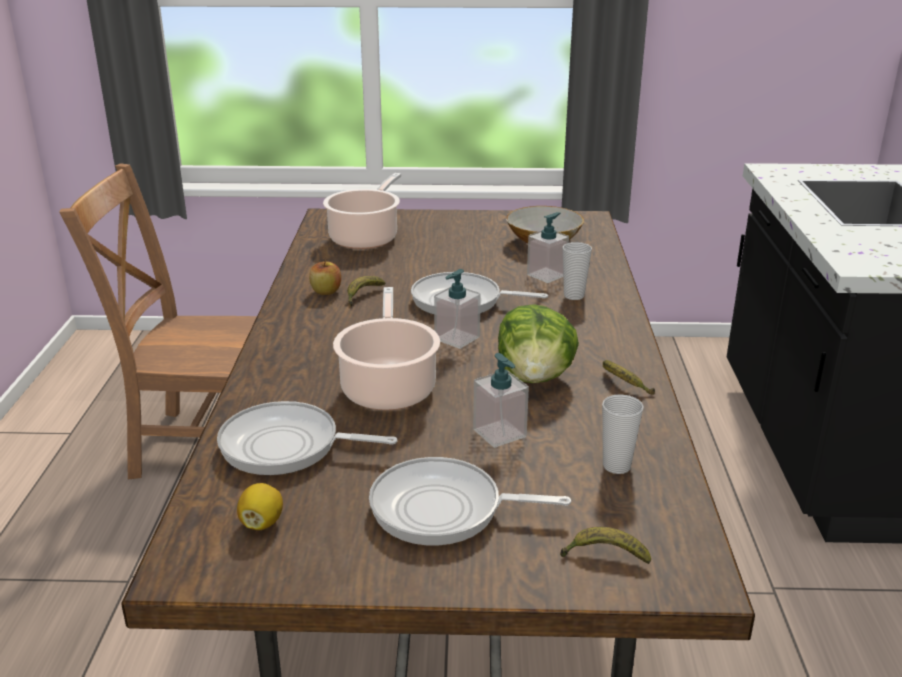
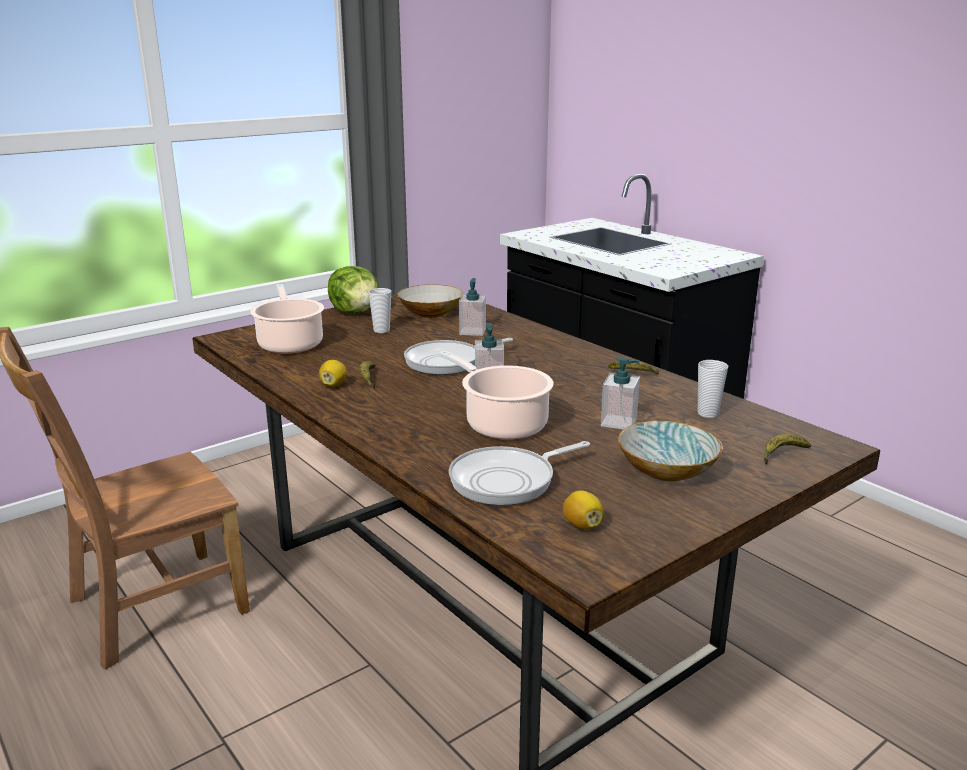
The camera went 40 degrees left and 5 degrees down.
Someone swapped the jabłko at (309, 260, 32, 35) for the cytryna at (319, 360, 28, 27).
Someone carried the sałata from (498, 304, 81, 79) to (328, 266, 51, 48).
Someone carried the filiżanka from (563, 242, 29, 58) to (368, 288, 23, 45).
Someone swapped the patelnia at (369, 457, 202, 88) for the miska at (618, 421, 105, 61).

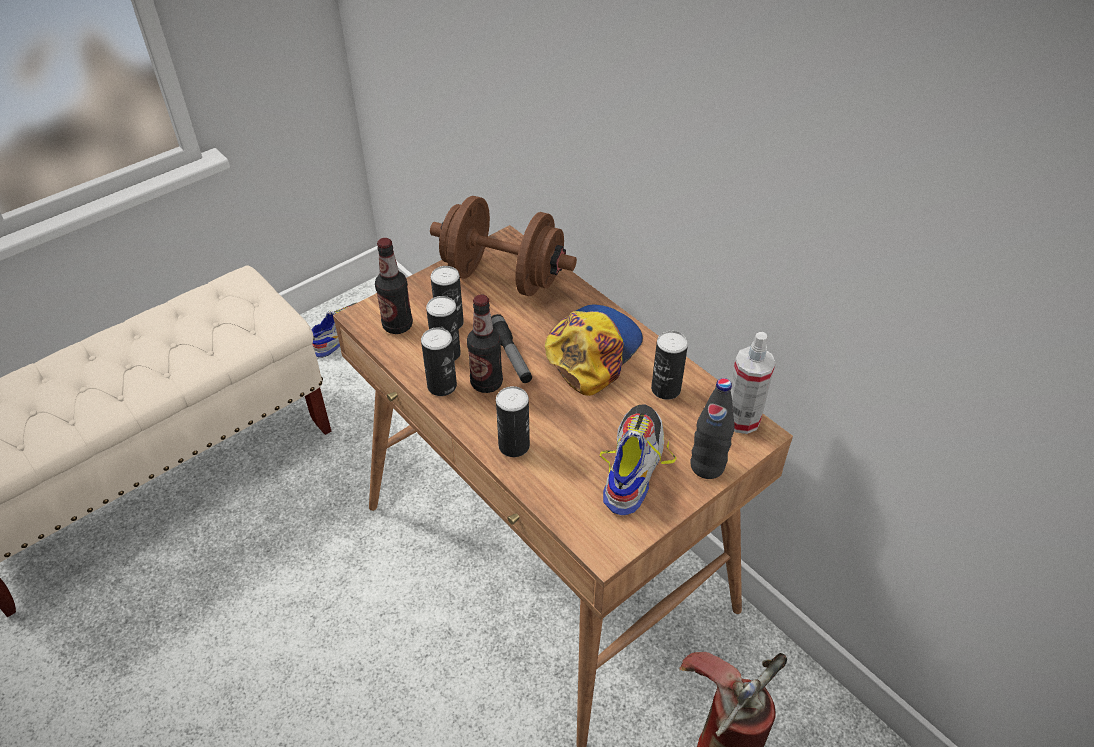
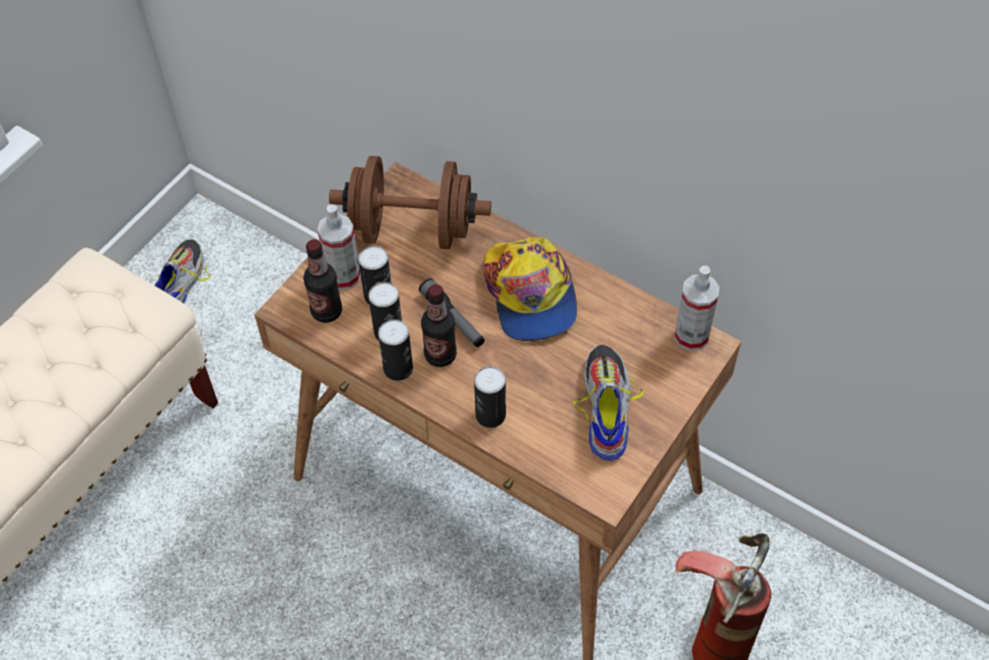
The camera went 15 degrees left and 10 degrees up.
Someone put down the spryskiwacz at (317, 204, 44, 86).
Someone rotated the czapka z daszkiem at (545, 304, 98, 92) by 150 degrees clockwise.
Someone took away the puszka at (651, 331, 37, 69).
Someone took away the butelka/czarny at (690, 378, 45, 101).

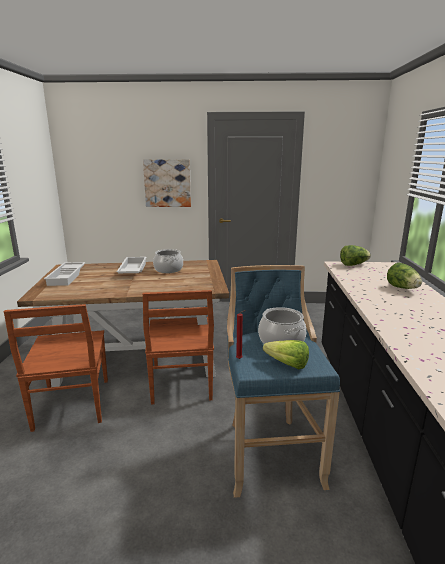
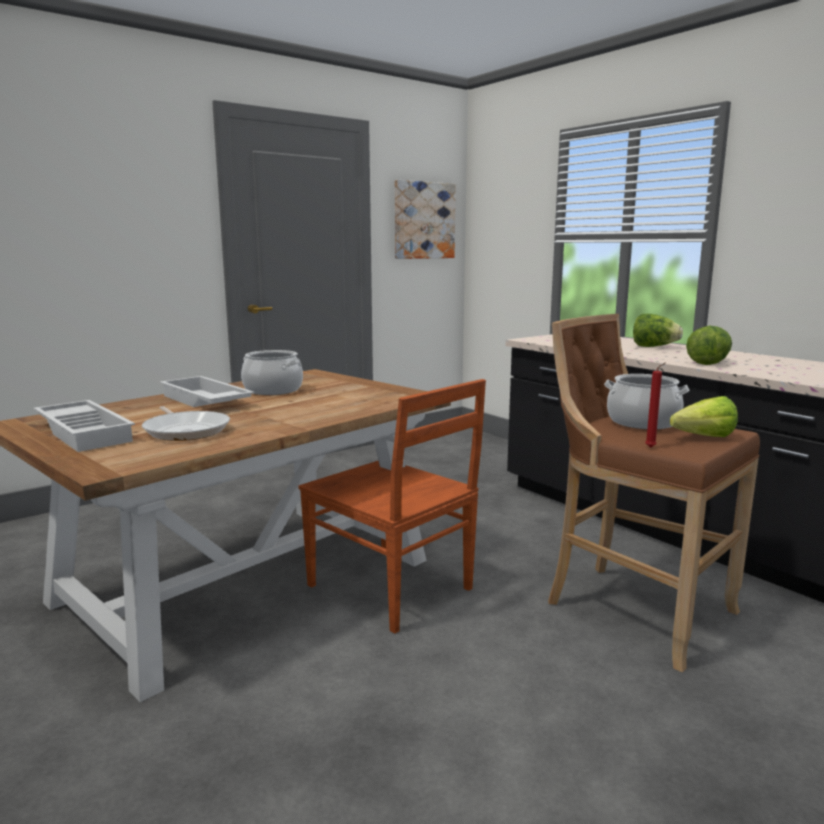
The camera went 40 degrees left and 5 degrees down.
Someone put down the patelnia at (142, 406, 88, 35).
Someone carried the obraz from (143, 159, 48, 48) to (394, 180, 62, 79).
Someone repainted the stołek/niebieski at (227, 265, 113, 233), which became the stołek/brązowy at (548, 314, 212, 358).
Someone carried the sałata from (340, 245, 31, 21) to (686, 326, 46, 39).
Someone took away the krzesło/brązowy at (4, 304, 104, 128).

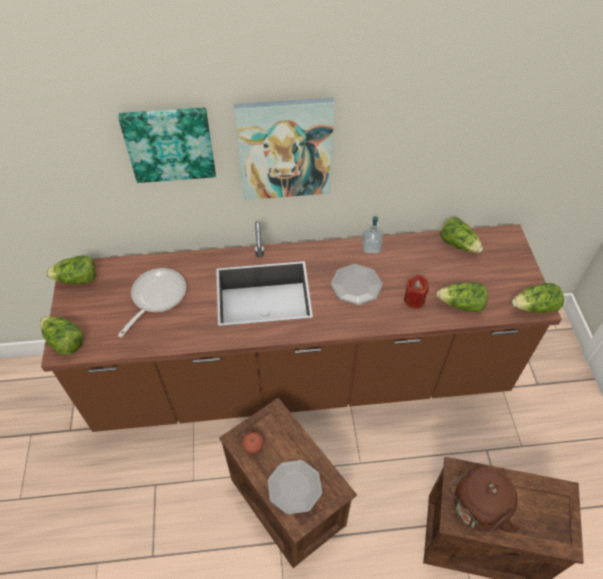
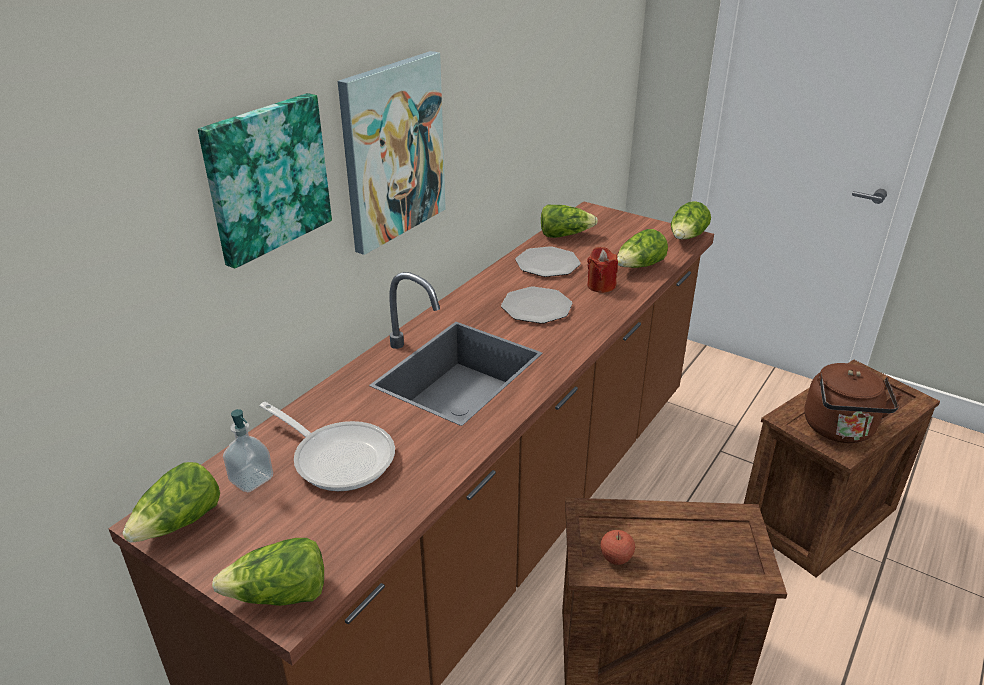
The camera went 50 degrees left and 20 degrees down.
Someone carried the dozownik mydła from (362, 216, 21, 37) to (223, 409, 50, 83).
Someone rotated the patelnia at (118, 268, 68, 69) by 150 degrees clockwise.
Someone carried the talerz from (268, 460, 54, 54) to (515, 246, 66, 31).

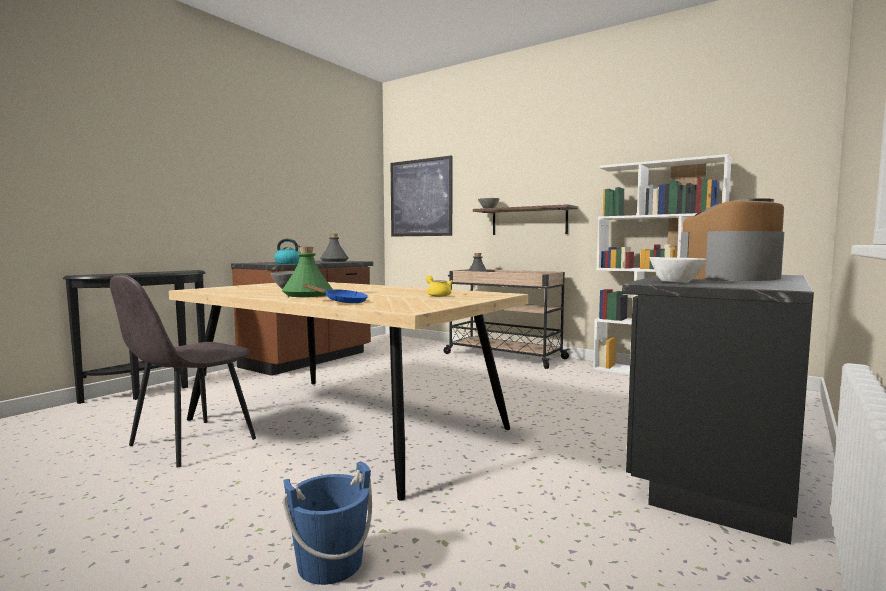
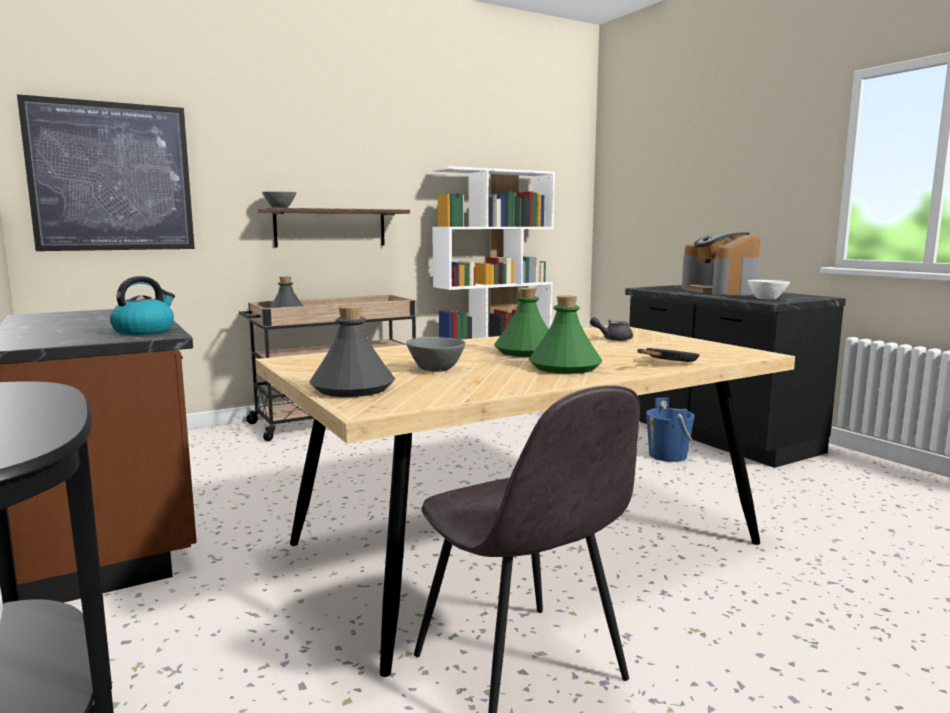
The camera went 65 degrees left and 5 degrees up.
Someone carried the butelka/szary from (320, 234, 29, 28) to (310, 306, 85, 91).
Someone put down the butelka/zielony at (494, 288, 55, 69).
Someone repainted the imbryk/żółty at (426, 275, 27, 22), which became the imbryk/szary at (590, 317, 43, 24).
Someone repainted the patelnia/niebieski at (303, 284, 65, 19), which became the patelnia/czarny at (637, 348, 63, 14).
Someone carried the wiadro/niebieski from (282, 461, 90, 124) to (646, 397, 49, 65).

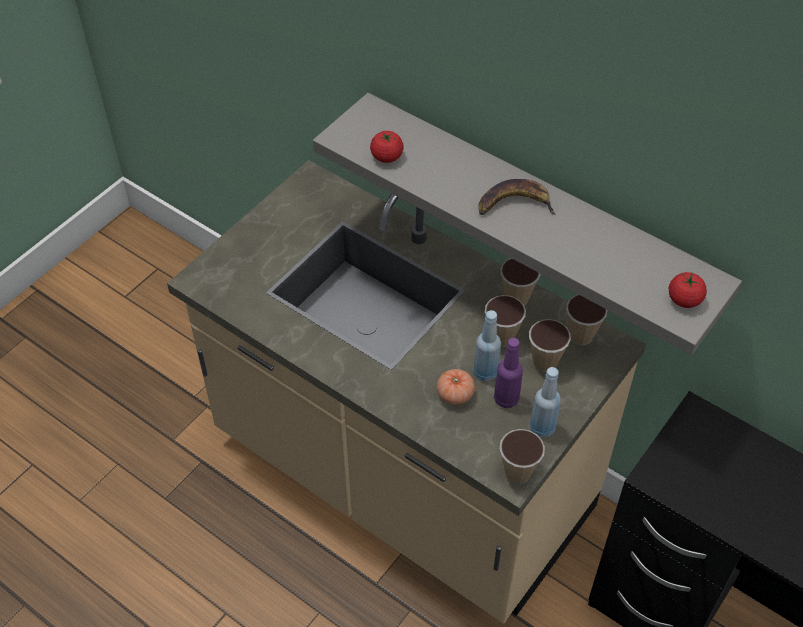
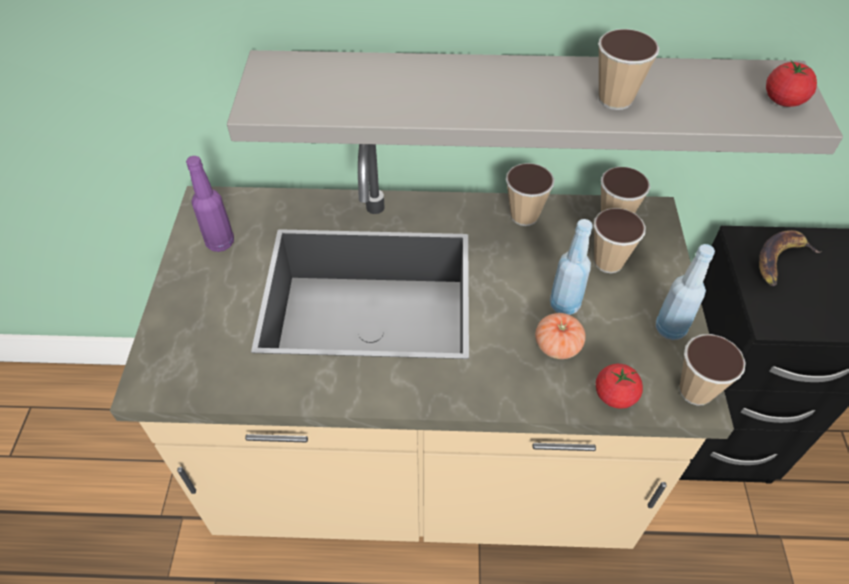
The camera went 35 degrees left and 0 degrees up.
Someone carried the butelka/fioletowy from (494, 338, 29, 70) to (186, 156, 48, 96).
Someone carried the pomidor from (370, 131, 34, 32) to (596, 364, 47, 45).
Someone carried the filiżanka from (485, 295, 41, 52) to (598, 29, 62, 81).
Someone carried the banan from (478, 179, 78, 36) to (759, 230, 62, 56).

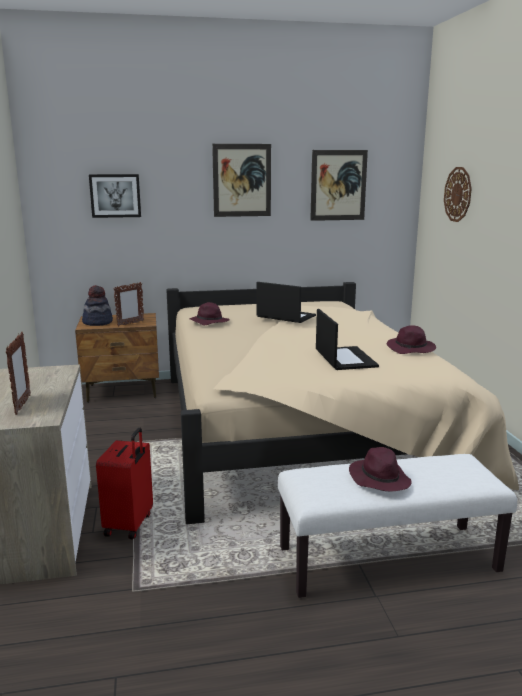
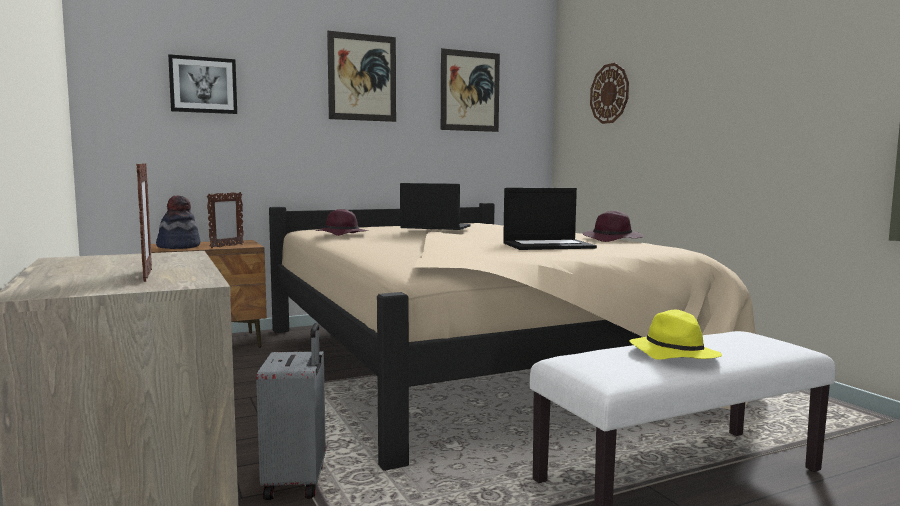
The camera went 15 degrees left and 10 degrees down.
Someone repainted the walizka/czerwony at (96, 428, 57, 112), which became the walizka/szary at (256, 323, 70, 177).
Someone rotated the laptop at (316, 309, 63, 61) by 105 degrees clockwise.
Someone repainted the kapelusz/fioletowy at (349, 447, 63, 44), which became the kapelusz/żółty at (629, 310, 93, 50).

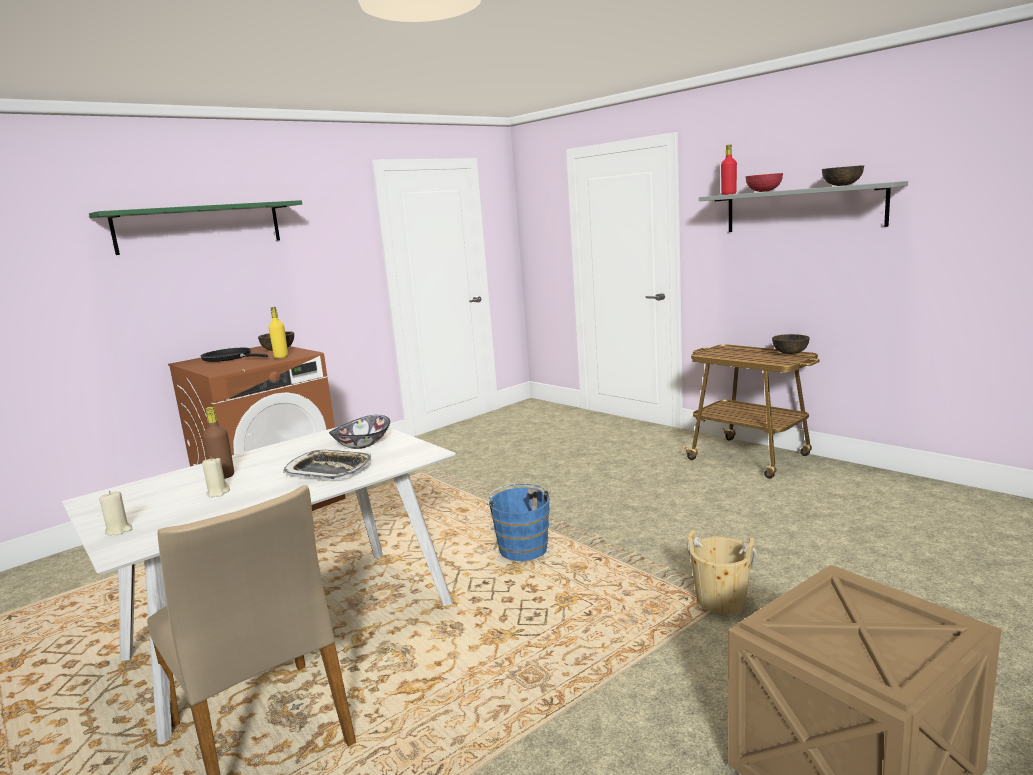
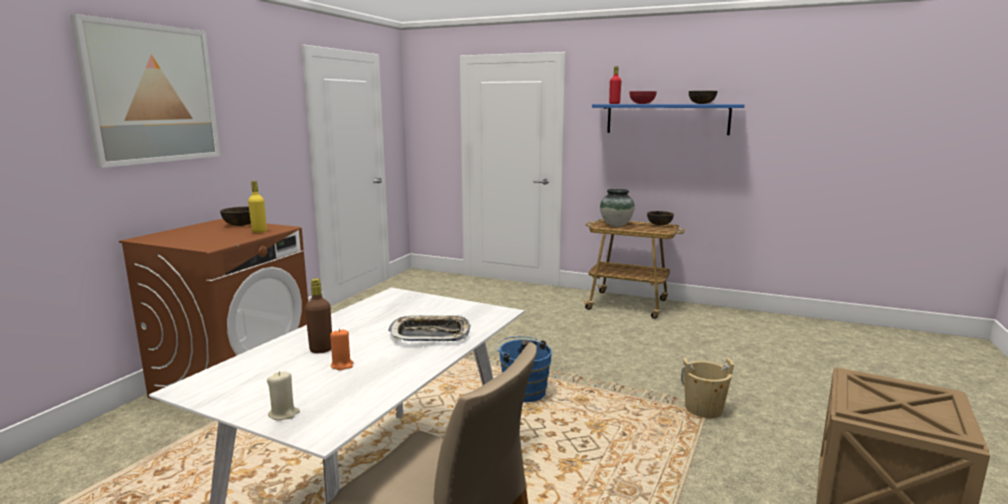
The camera went 25 degrees left and 0 degrees up.
Someone swapped the półka/zielony at (89, 200, 213, 55) for the obraz at (70, 14, 150, 154).
Someone repainted the świeca/beżowy at (202, 457, 28, 40), which became the świeca/pomarańczowy at (330, 329, 23, 41).
Someone repainted the półka/szary at (699, 181, 209, 51), which became the półka/niebieski at (592, 104, 153, 31).
Someone put down the wazon at (600, 189, 35, 38).
Someone took away the patelnia/czarny at (201, 348, 67, 14).
Someone took away the miska at (329, 415, 61, 34).

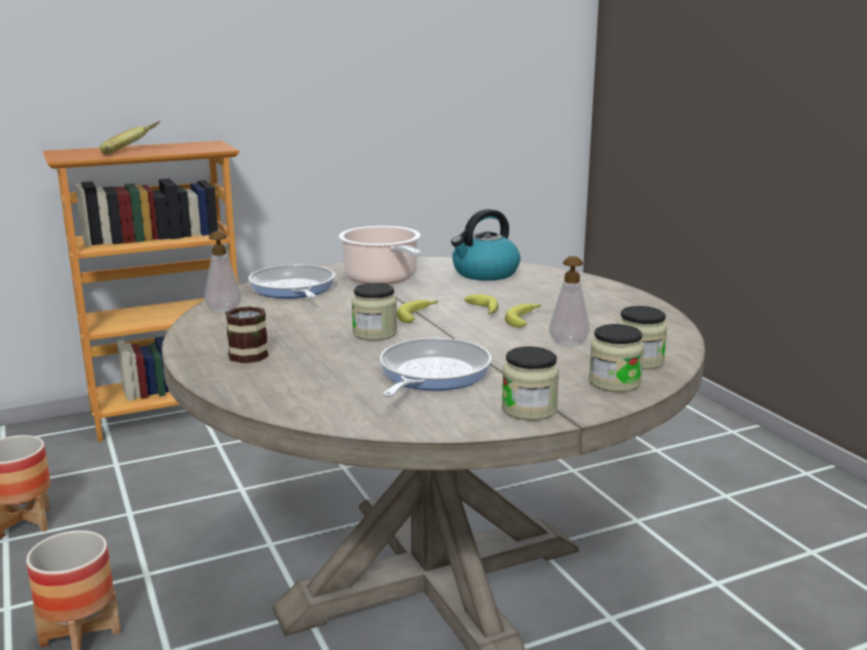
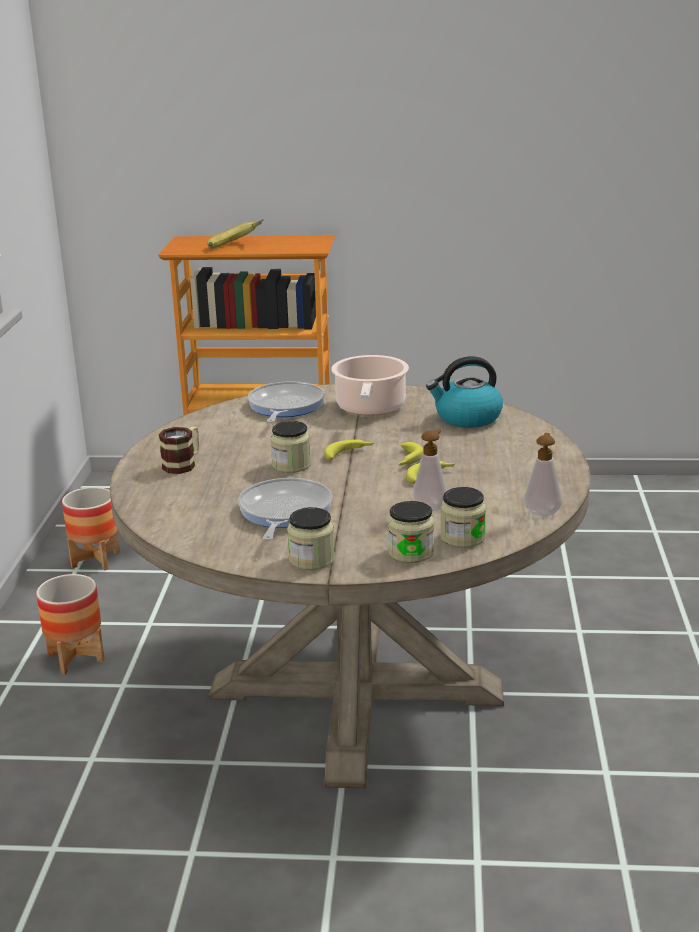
The camera went 30 degrees right and 5 degrees up.
Someone rotated the patelnia at (380, 338, 112, 59) by 45 degrees counterclockwise.
Someone carried the dozownik mydła from (204, 231, 37, 81) to (524, 433, 38, 83).

